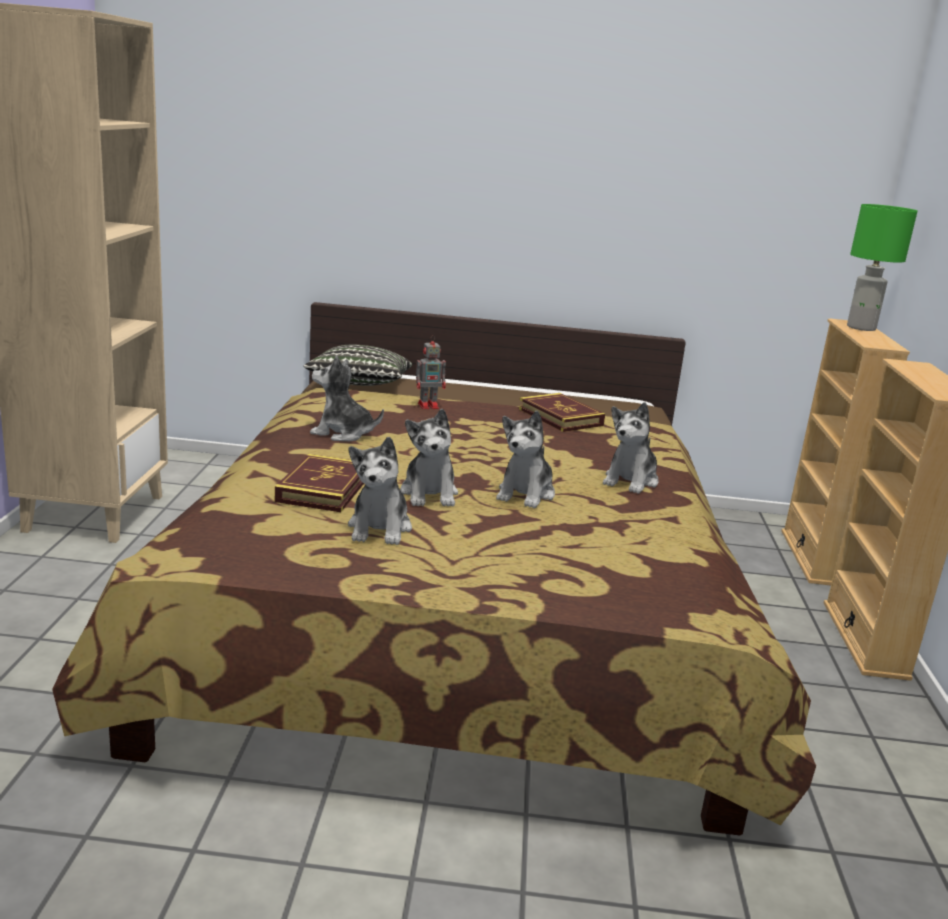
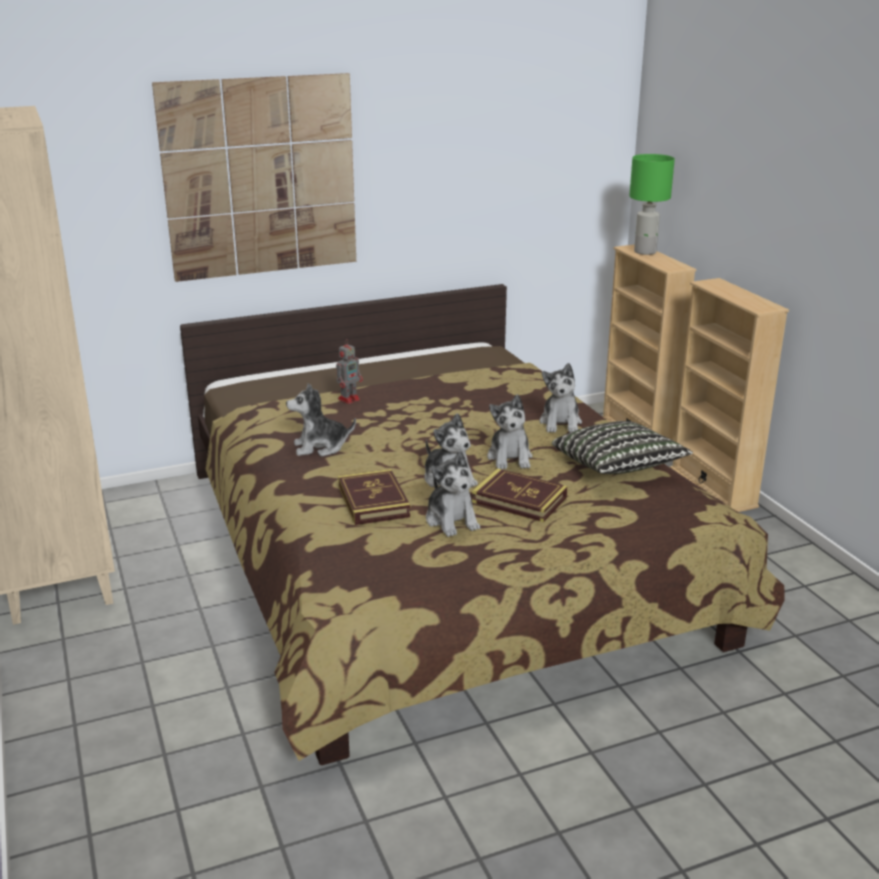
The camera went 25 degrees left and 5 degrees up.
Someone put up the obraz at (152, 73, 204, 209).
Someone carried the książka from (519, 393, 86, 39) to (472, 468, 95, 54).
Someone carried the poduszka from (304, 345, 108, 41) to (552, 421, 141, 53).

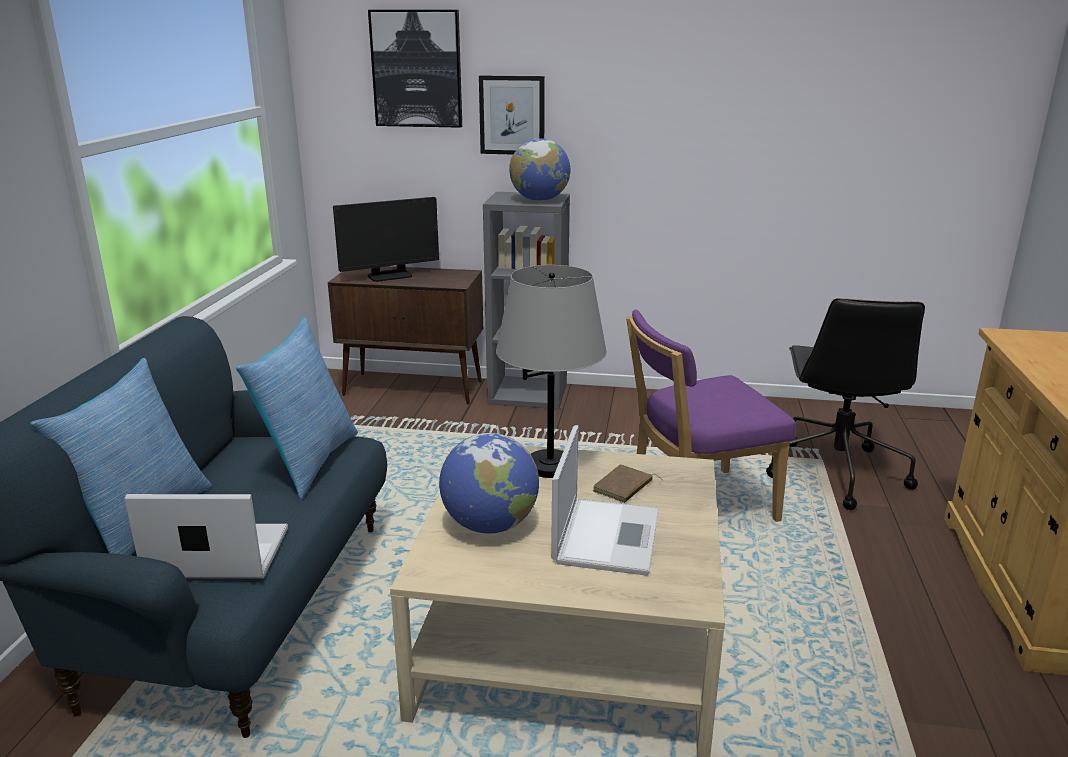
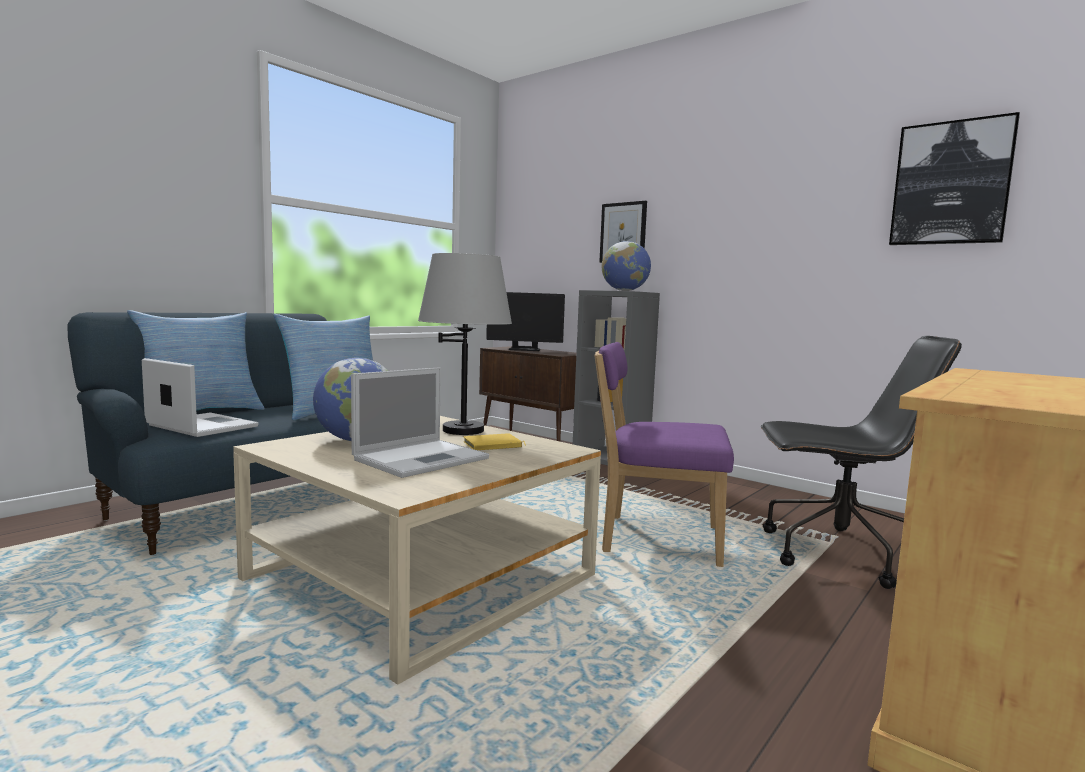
The camera went 30 degrees right and 15 degrees down.
Someone repainted the książka/brązowy at (593, 464, 70, 39), which became the książka/żółty at (464, 433, 62, 17).
Someone rotated the krzesło biurowe/czarny at (766, 298, 159, 212) by 120 degrees counterclockwise.
Someone carried the obraz from (368, 10, 94, 118) to (889, 112, 131, 133).

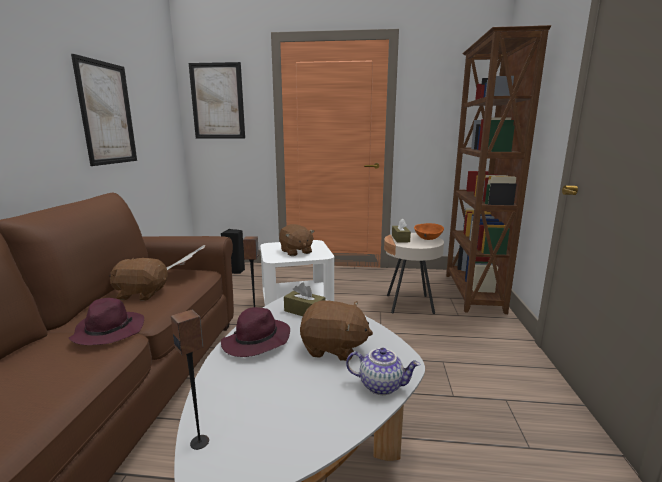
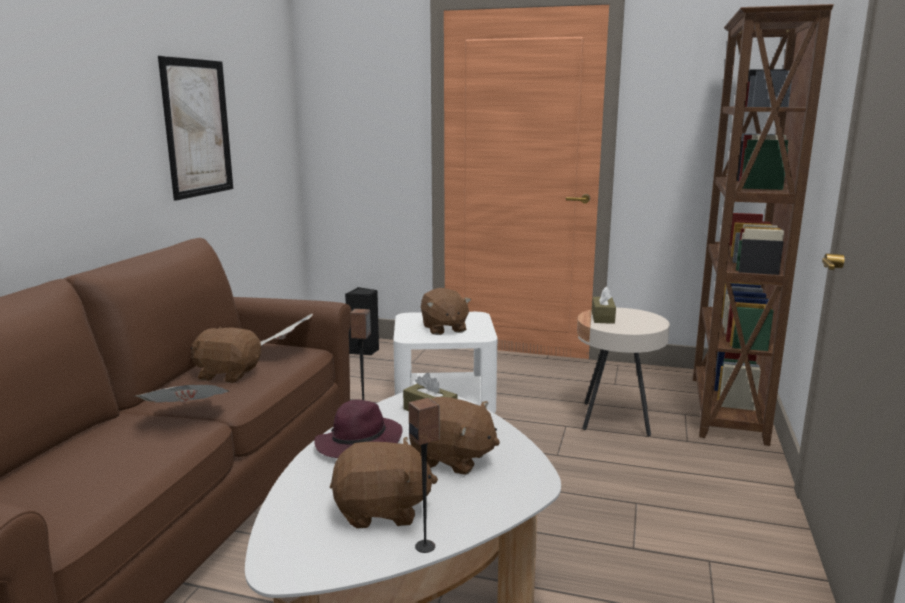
The camera went 10 degrees right and 0 degrees up.
Someone swapped the kapelusz/fioletowy at (69, 298, 75, 47) for the gazeta at (136, 385, 93, 18).
Someone put down the pluszak/brązowy at (330, 437, 108, 92).
Someone carried the głośnik from (171, 310, 38, 140) to (409, 398, 31, 155).
Someone took away the obraz at (189, 62, 56, 77).
Someone took away the imbryk at (346, 348, 74, 47).
Someone took away the miska/pomarańczowy at (414, 223, 30, 17).

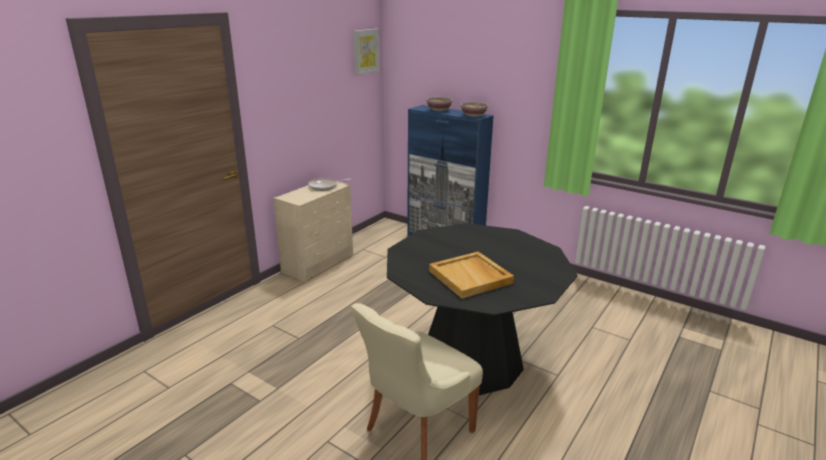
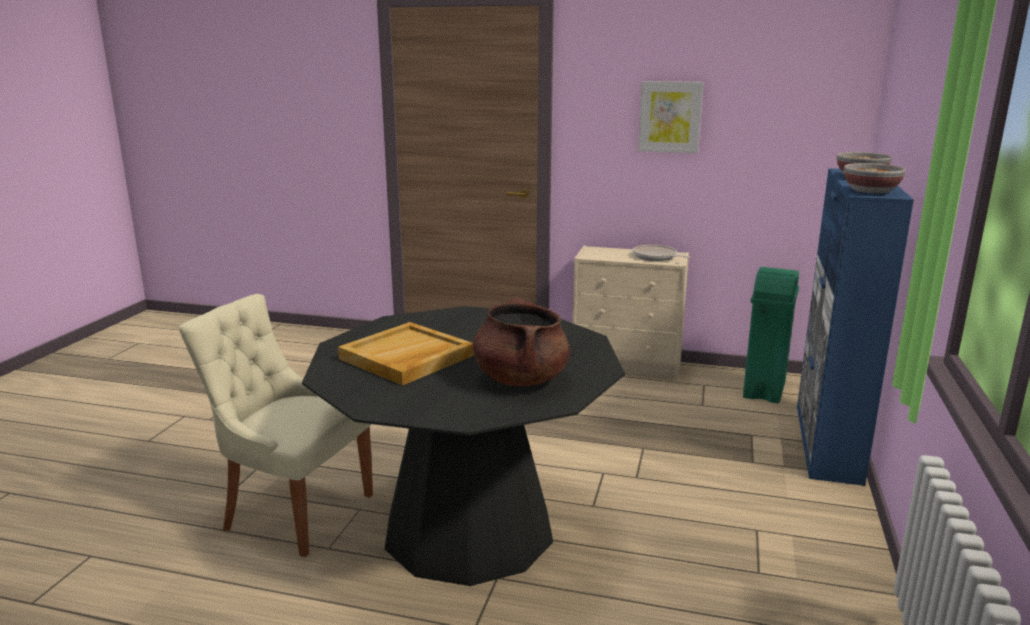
The camera went 70 degrees right and 5 degrees down.
Someone put down the garnek/brązowy at (473, 297, 97, 89).
Someone carried the obraz from (353, 29, 27, 46) to (638, 81, 65, 72).
Someone put down the kosz na śmieci/zielony at (743, 267, 56, 136).

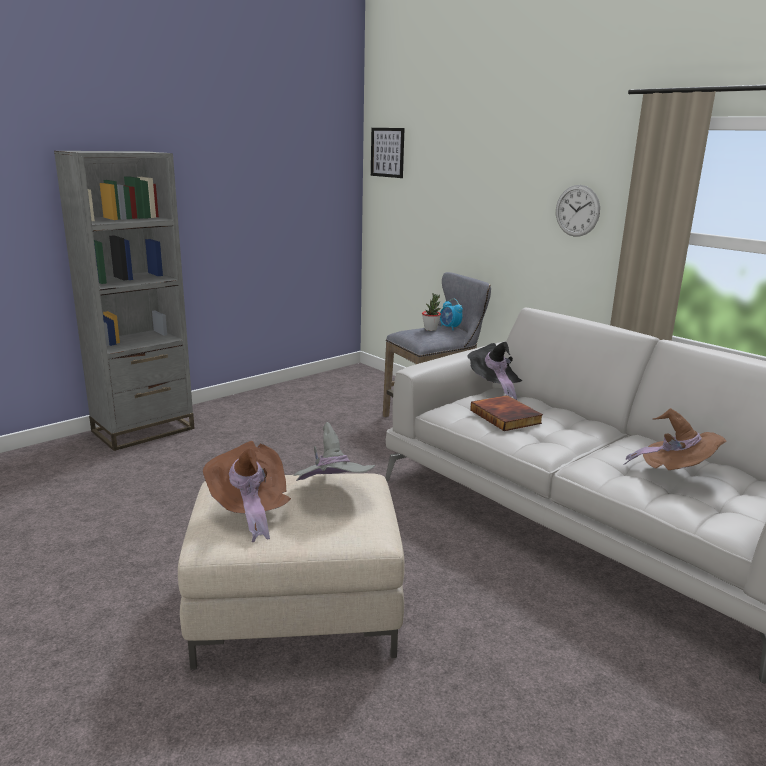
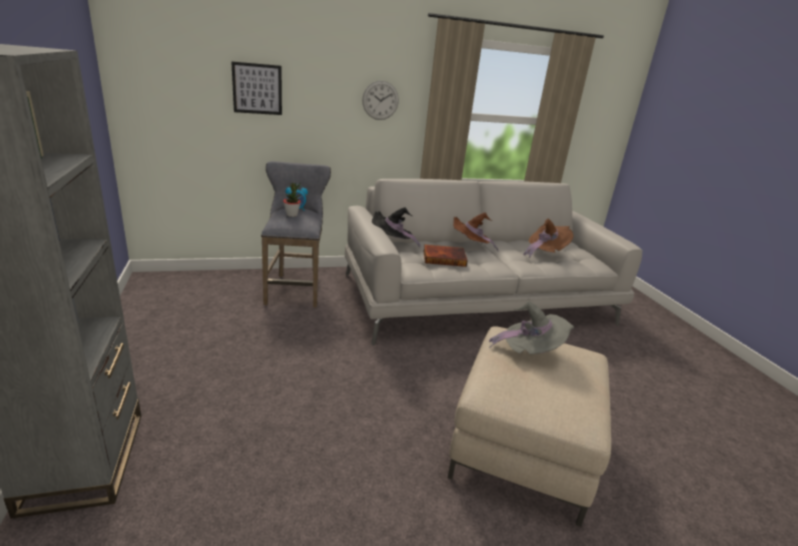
The camera went 65 degrees left and 5 degrees up.
Someone carried the obraz from (371, 128, 34, 50) to (231, 61, 51, 54).
Someone carried the kapelusz/brązowy from (203, 441, 88, 101) to (453, 212, 45, 39).

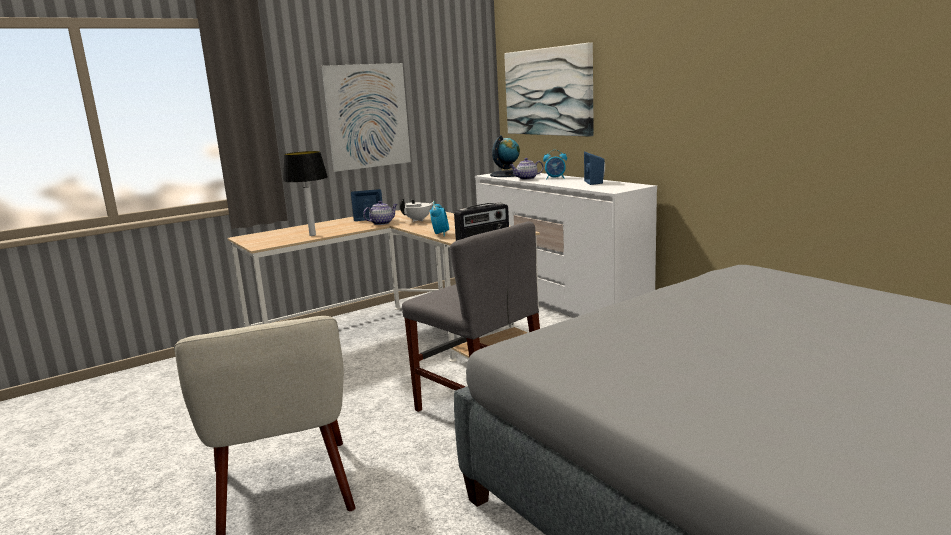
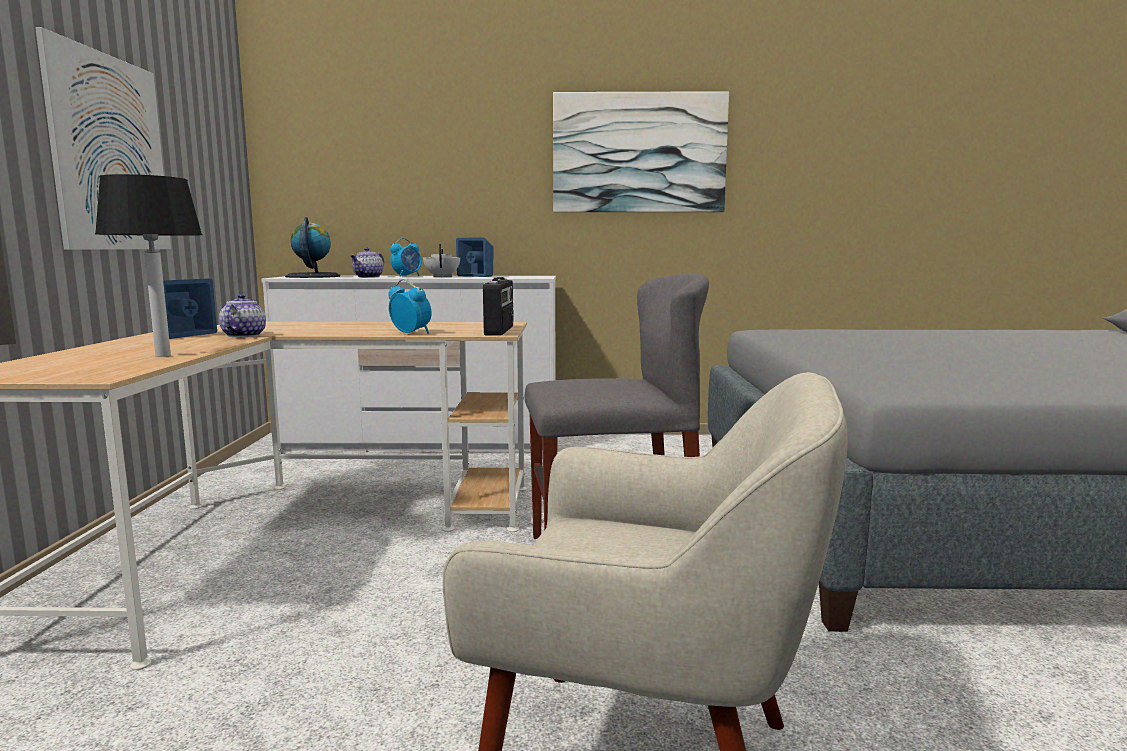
The camera went 55 degrees left and 5 degrees down.
Someone carried the imbryk/biały from (400, 197, 33, 25) to (423, 244, 37, 33).
Someone carried the obraz from (504, 43, 90, 94) to (553, 91, 176, 121).

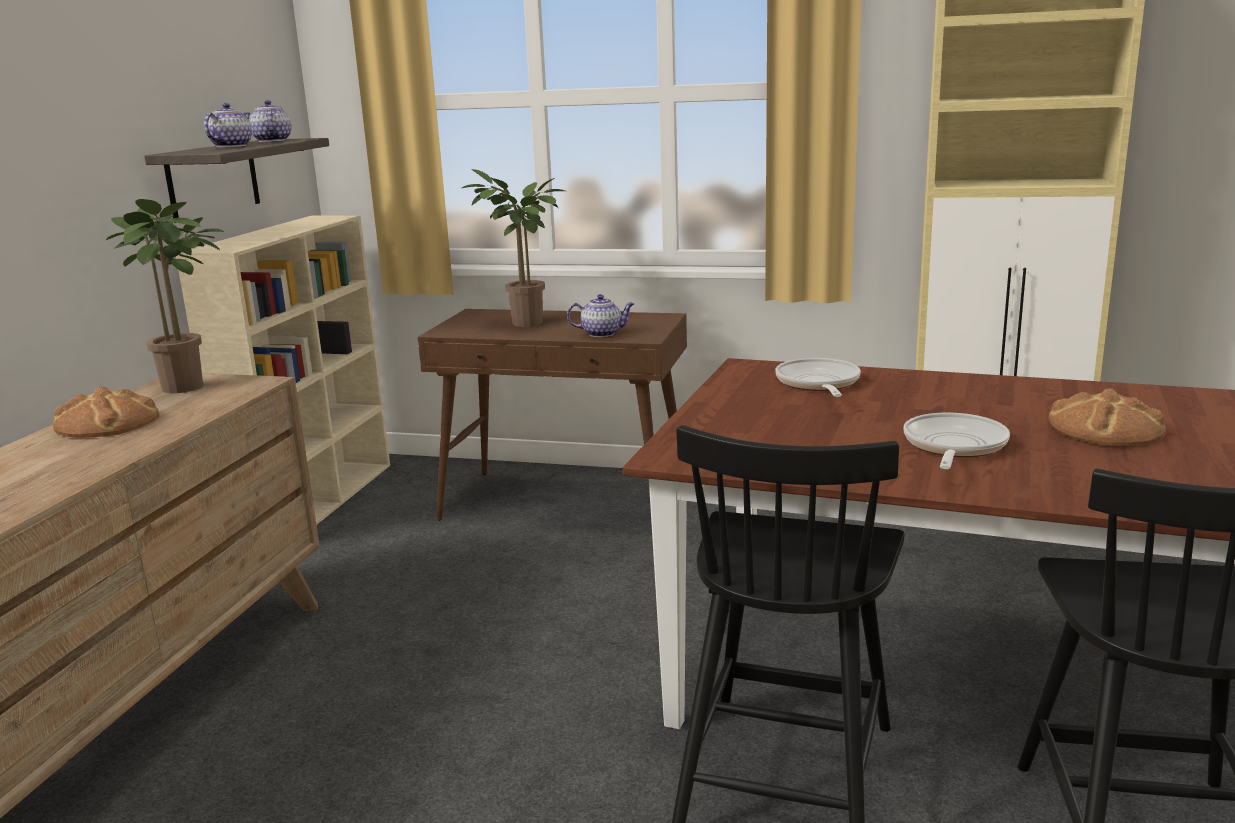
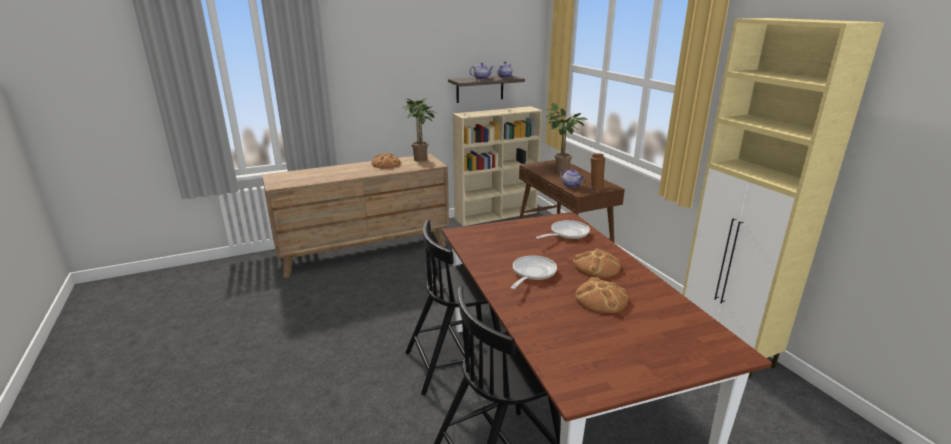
The camera went 50 degrees right and 5 degrees up.
Someone rotated the patelnia at (903, 413, 107, 56) by 45 degrees counterclockwise.
Someone put down the chleb at (573, 248, 48, 30).
Someone put down the wazon/brązowy at (590, 153, 15, 39).

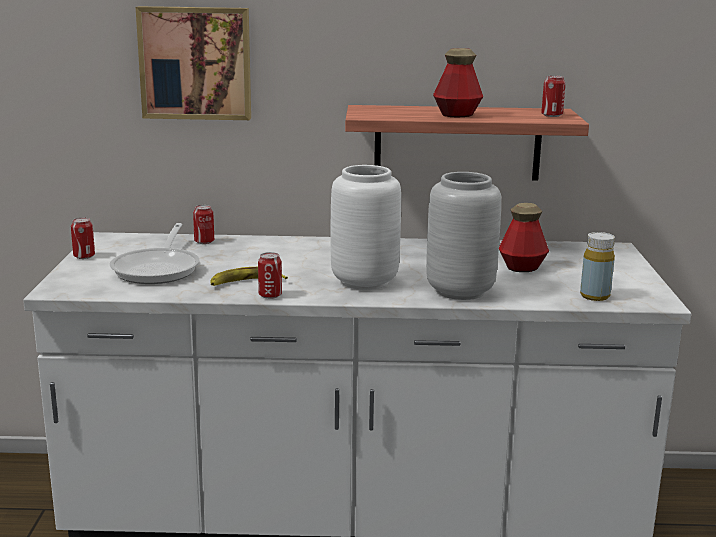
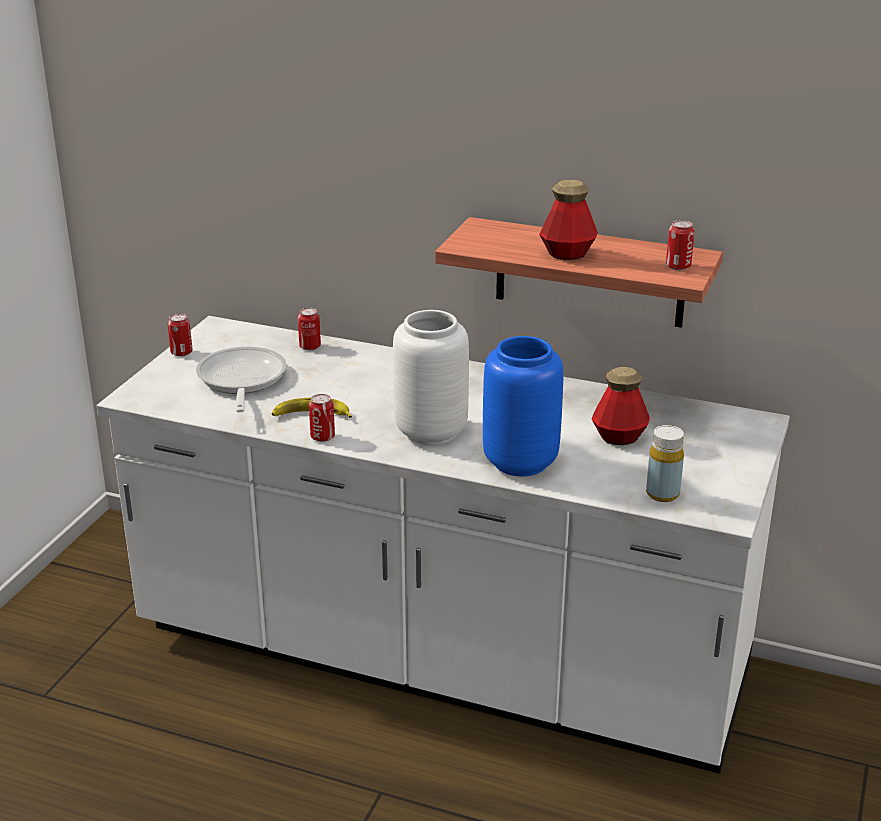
The camera went 20 degrees right and 10 degrees up.
Someone rotated the patelnia at (110, 223, 90, 61) by 150 degrees clockwise.
Someone repainted the wazon/szary at (426, 172, 75, 128), which became the wazon/niebieski at (483, 336, 80, 140).
Someone took away the obraz at (136, 6, 115, 114).

